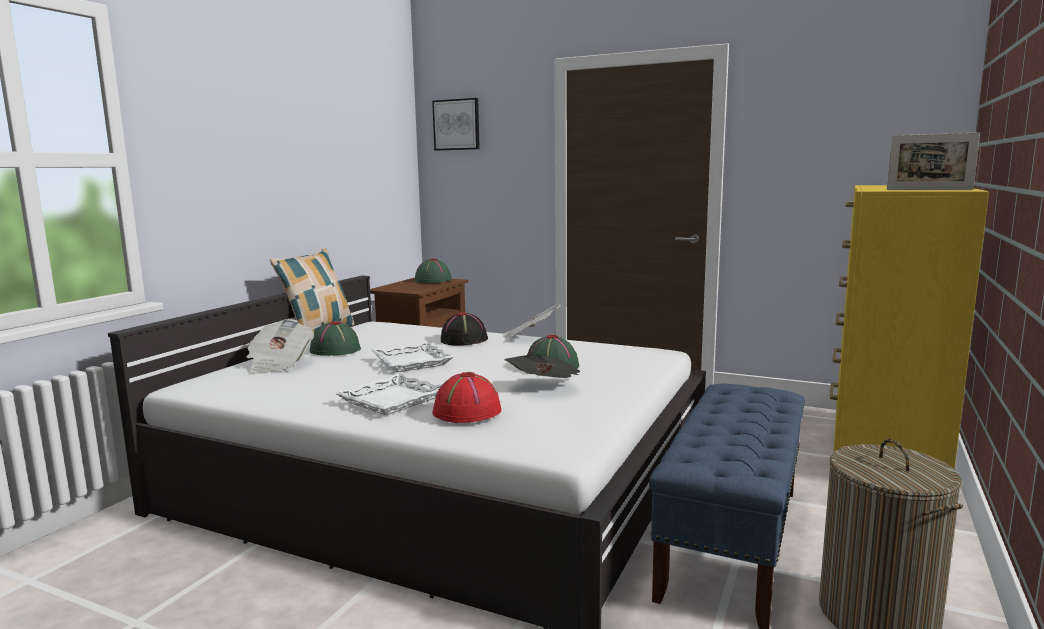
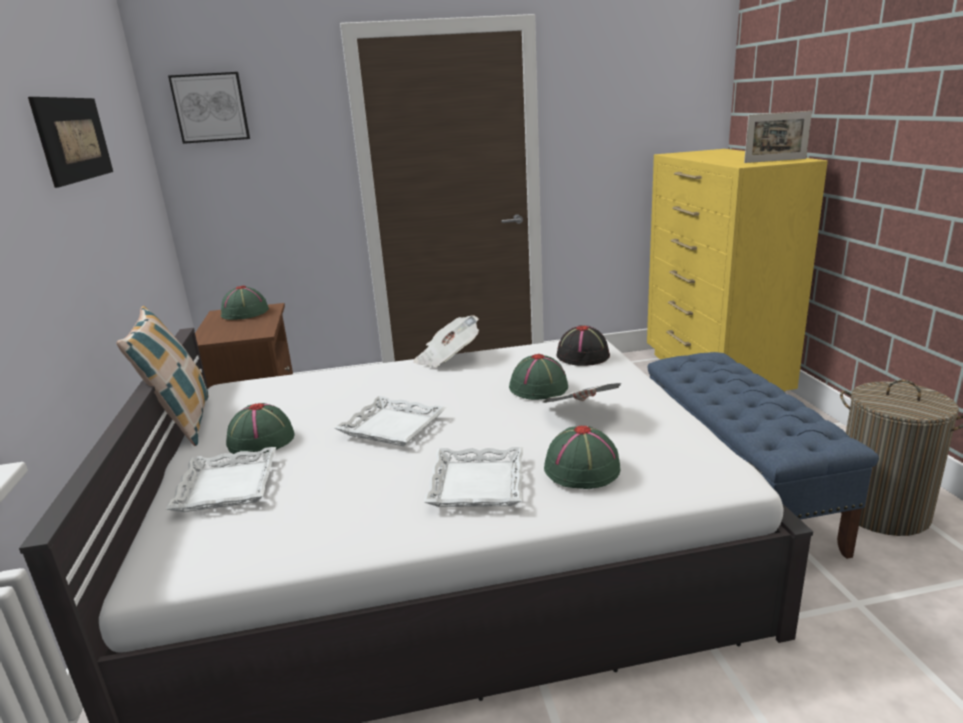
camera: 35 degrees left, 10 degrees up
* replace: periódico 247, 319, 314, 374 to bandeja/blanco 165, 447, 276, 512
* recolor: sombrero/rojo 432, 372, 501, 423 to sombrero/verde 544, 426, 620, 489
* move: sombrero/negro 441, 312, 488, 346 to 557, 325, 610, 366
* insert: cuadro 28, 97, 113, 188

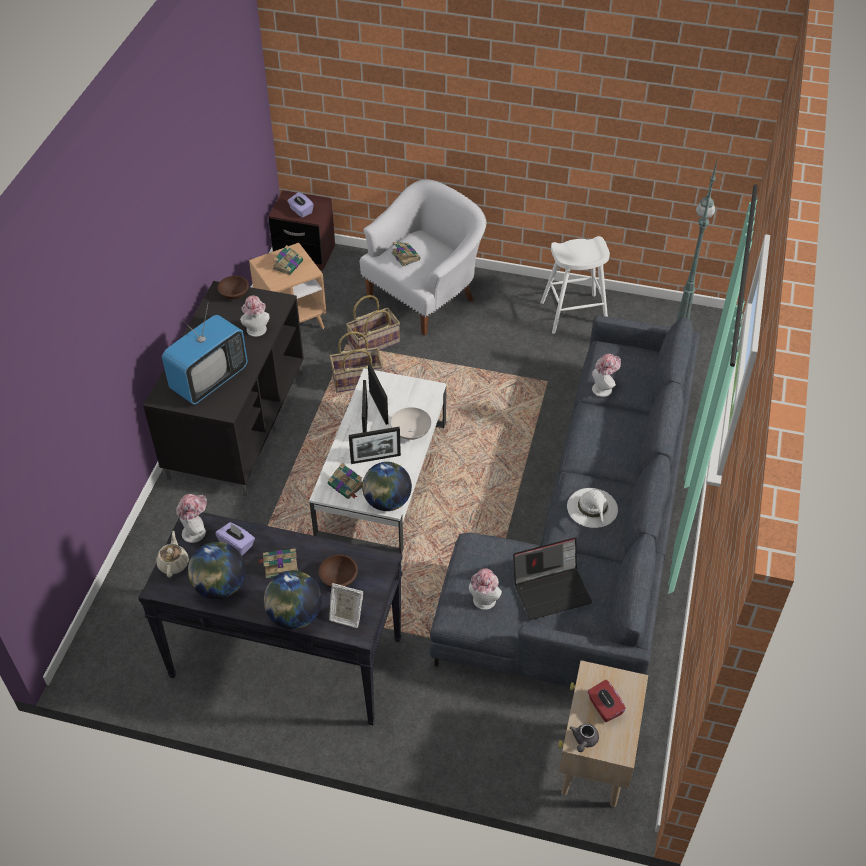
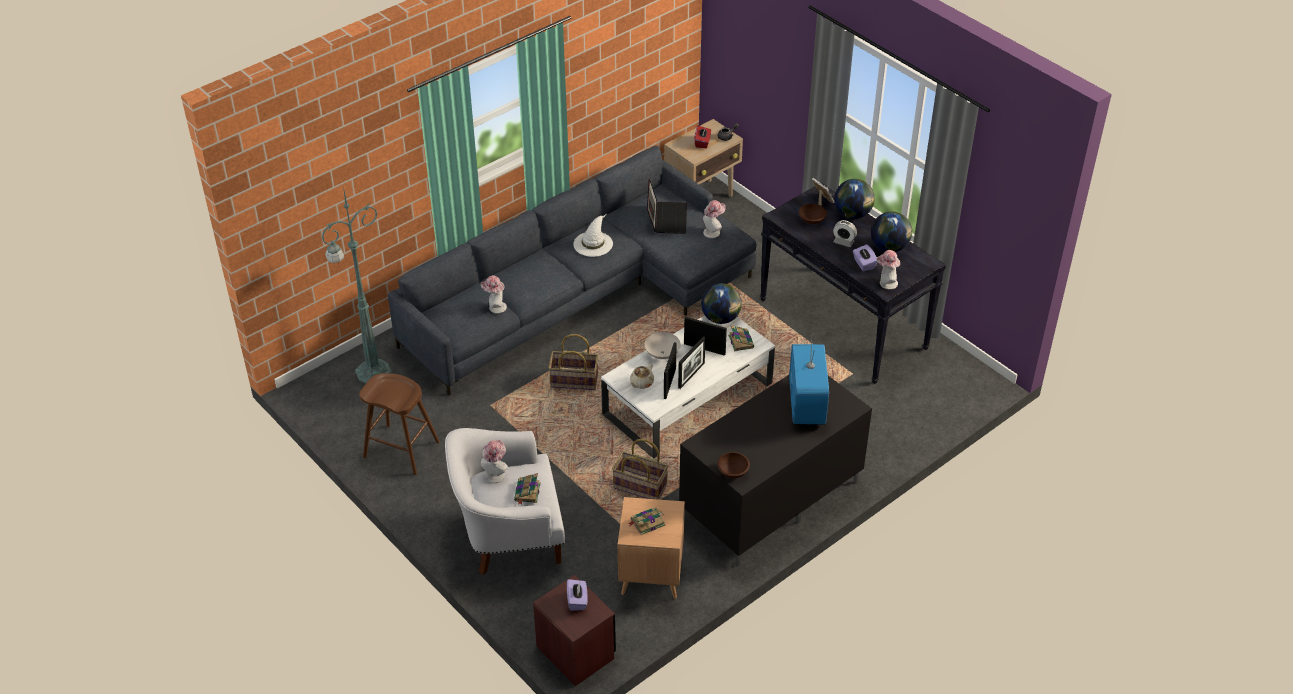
camera: 145 degrees left, 5 degrees down
* move: tetera/beis 156, 531, 189, 578 to 630, 364, 654, 389
* rotate: televisor 162, 302, 248, 405 = 789, 329, 829, 425 105 degrees clockwise
* move: sombrero 240, 295, 270, 337 to 480, 440, 508, 483
* replace: libro 258, 549, 298, 578 to despertador 833, 220, 857, 247
* move: cesta 346, 295, 400, 350 to 548, 334, 599, 390
* rotate: portátil 513, 537, 592, 620 = 647, 179, 687, 234 75 degrees clockwise
* recolor: taburete/blanco 540, 236, 610, 334 to taburete/marrón 359, 373, 440, 475

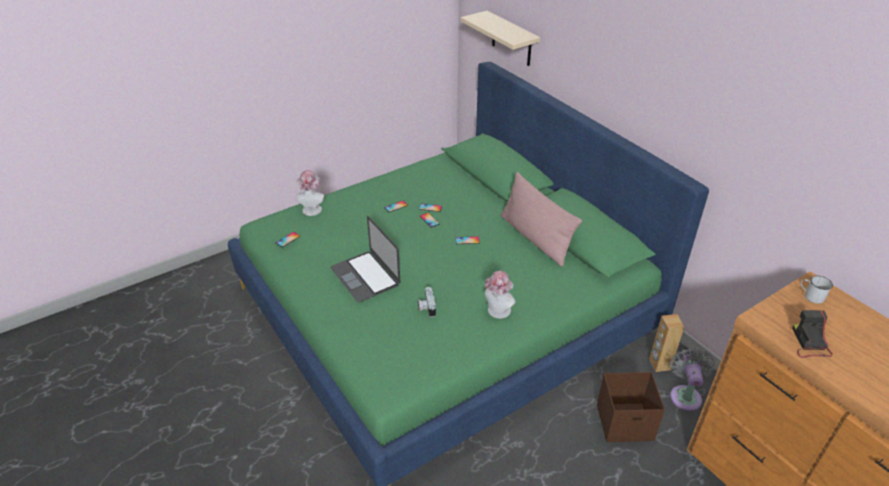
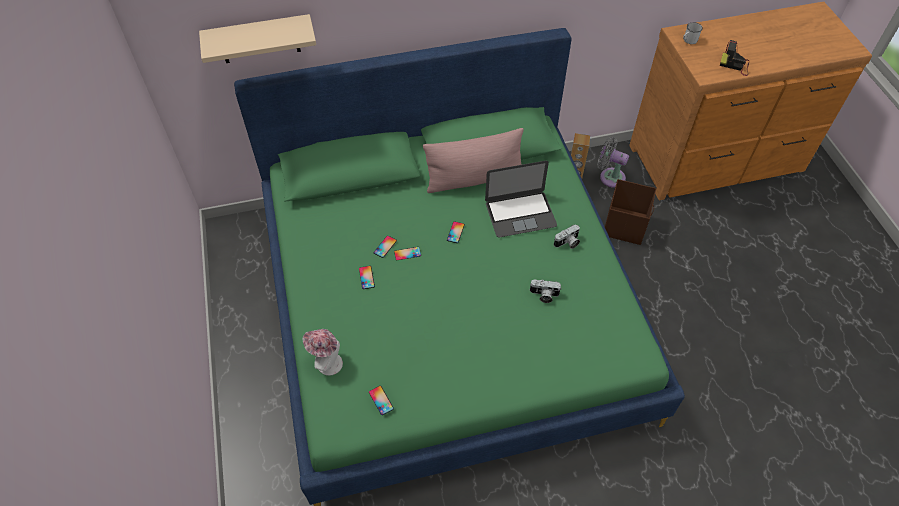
camera: 70 degrees left, 15 degrees up
* move: portátil 330, 216, 400, 302 to 485, 161, 557, 237
* replace: sombrero 485, 271, 516, 319 to cámara 554, 224, 580, 249

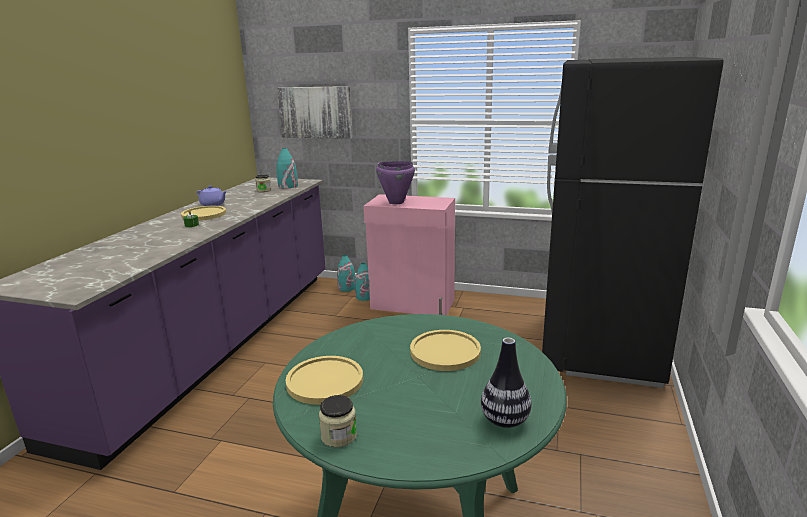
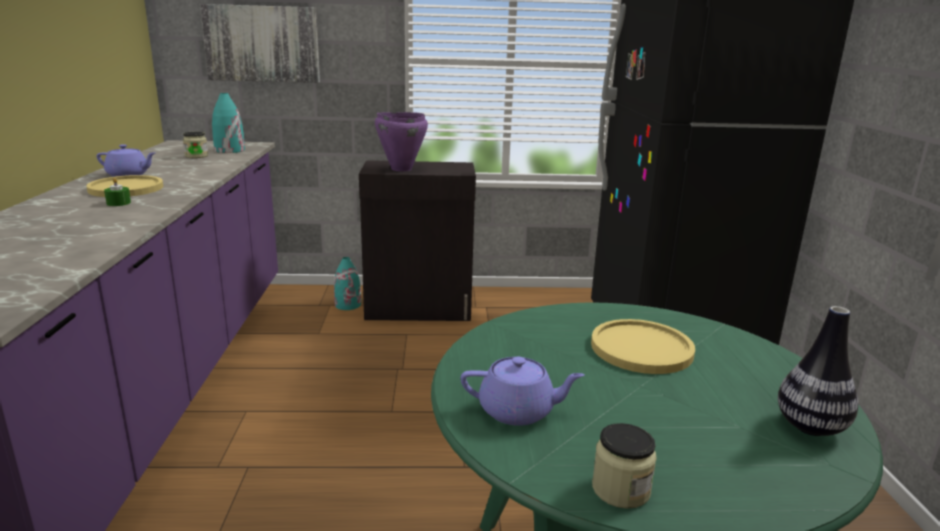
camera: 20 degrees left, 0 degrees up
* replace: plato/amarillo 286, 356, 363, 405 to tetera/morado 461, 357, 585, 426
* delete: florero/turquesa 337, 255, 355, 292
* recolor: armario/rosa 363, 194, 455, 315 to armario/negro 359, 160, 476, 321

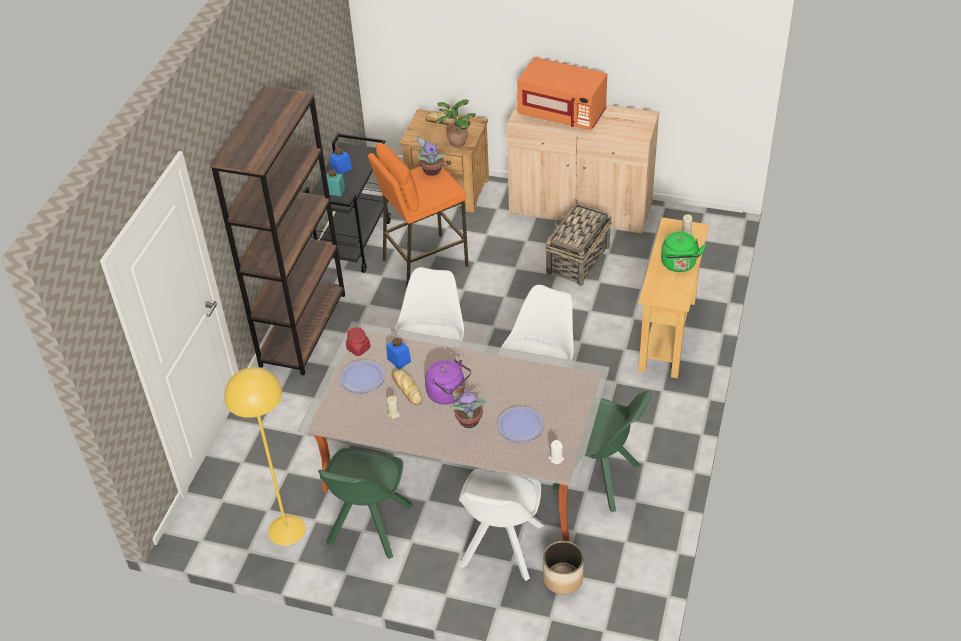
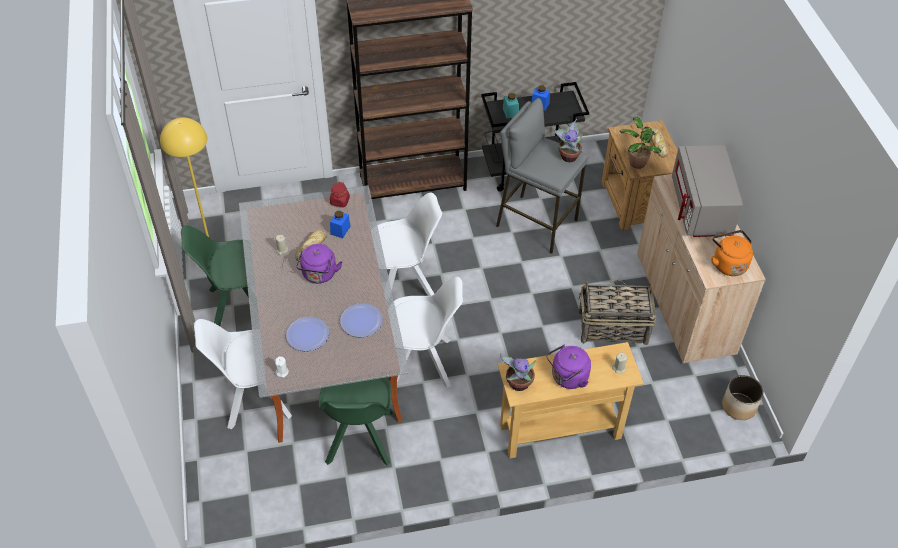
camera: 60 degrees right, 5 degrees up
* move: plato 340, 360, 385, 394 to 340, 303, 383, 337
* recolor: taburete/naranja 368, 143, 469, 289 to taburete/gris 496, 98, 589, 254
* move: planta en maceta 450, 389, 488, 428 to 500, 354, 536, 391
* recolor: microondas/naranja 517, 57, 607, 130 to microondas/gris 672, 145, 743, 237
* move: maceta 543, 541, 584, 594 to 722, 375, 763, 420
* recolor: hervidor/verde 661, 232, 706, 272 to hervidor/morado 546, 345, 591, 389
* insert: hervidor/naranja 711, 230, 753, 276

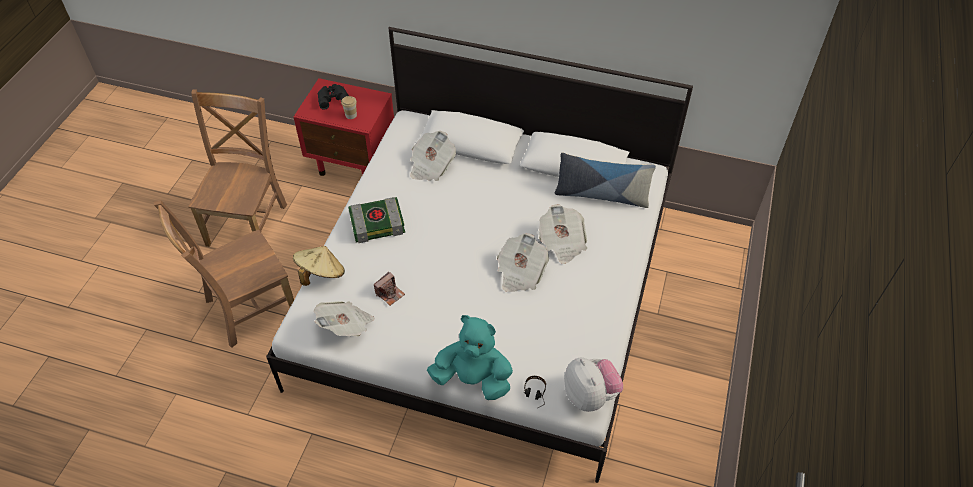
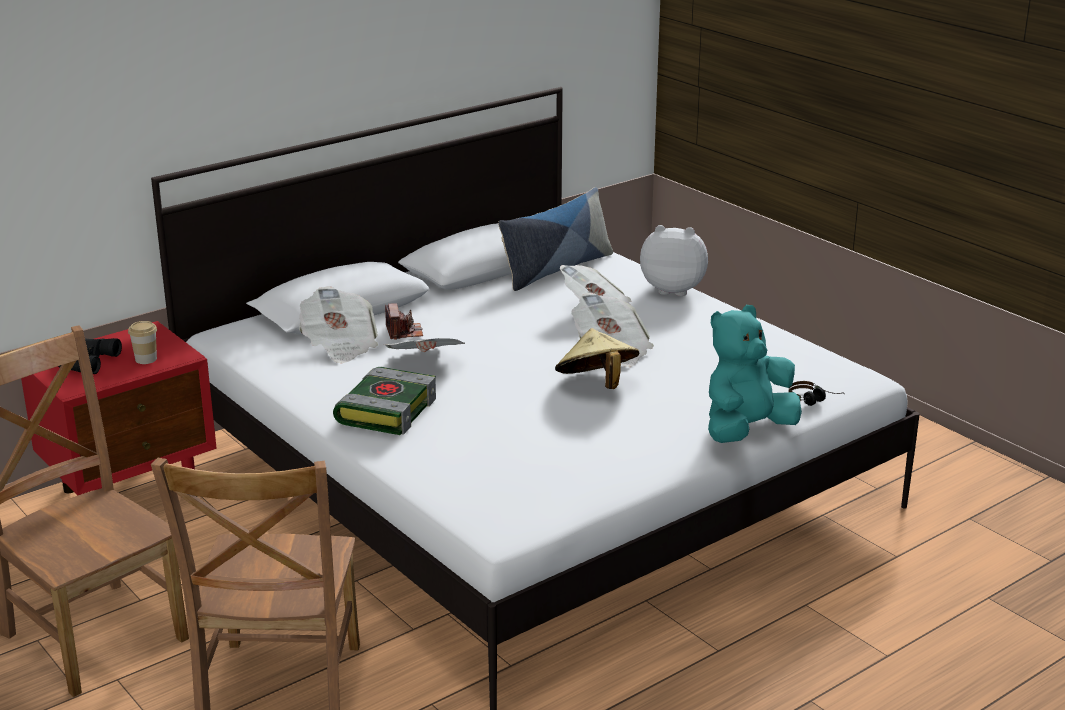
camera: 55 degrees left, 25 degrees down
* move: sombrero/beis 293, 246, 345, 286 to 555, 328, 639, 389
* move: periódico 314, 301, 375, 337 to 383, 338, 465, 352
* move: cámara 374, 272, 405, 306 to 385, 303, 423, 340
* move: peluche 564, 358, 623, 412 to 640, 225, 708, 296

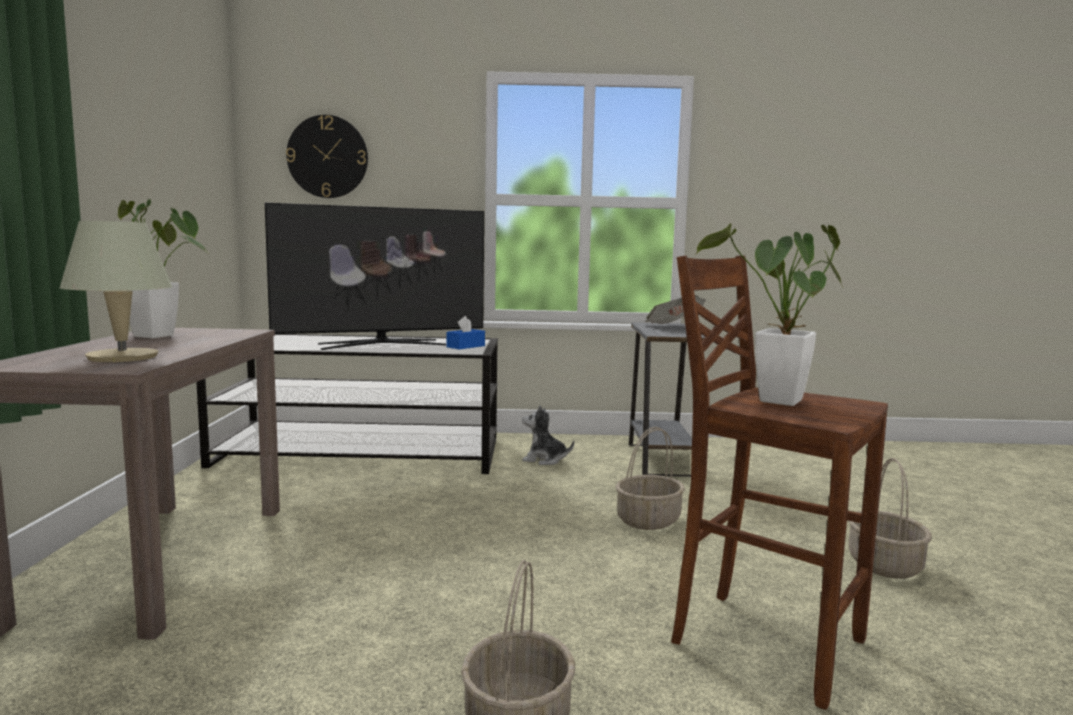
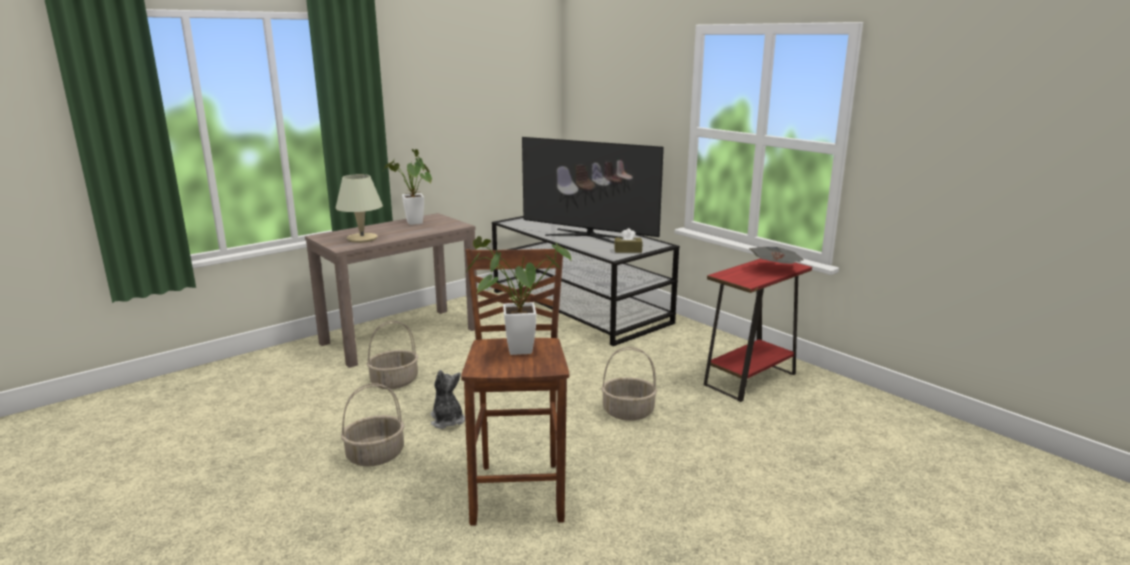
camera: 50 degrees right, 10 degrees up
* delete: reloj de pared 286, 115, 368, 198
* recolor: caja de pañuelos/azul 447, 316, 485, 349 to caja de pañuelos/marrón 614, 228, 643, 253
* move: peluche 522, 405, 574, 465 to 431, 370, 465, 429
* recolor: mesa auxiliar/gris 629, 323, 705, 477 to mesa auxiliar/rojo 704, 259, 812, 402
* move: cesta 849, 458, 932, 579 to 367, 321, 419, 389

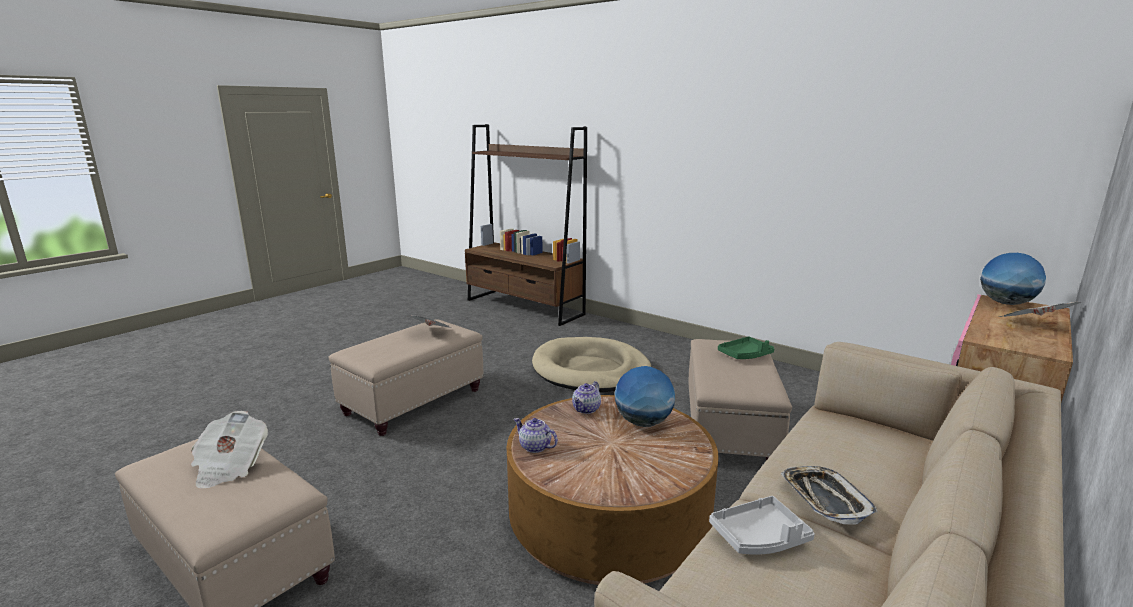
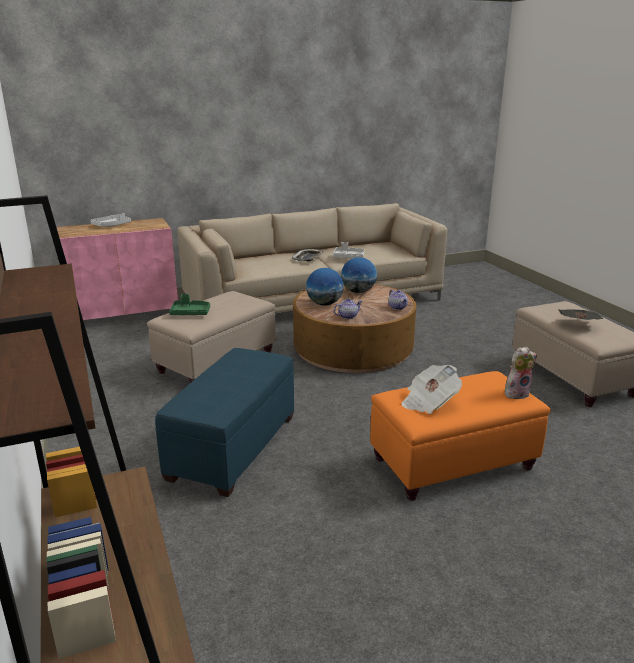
camera: 150 degrees left, 5 degrees up
* recolor: puf/beis 328, 319, 483, 436 to puf/naranja 370, 371, 551, 501
* replace: cama para perro/beis 532, 337, 651, 393 to puf/azul 155, 348, 294, 497
* move: globo terráqueo 980, 253, 1046, 305 to 341, 257, 377, 293
* replace: periódico 998, 301, 1082, 317 to bandeja/gris 91, 213, 131, 227
* insert: peluche 505, 346, 537, 399

